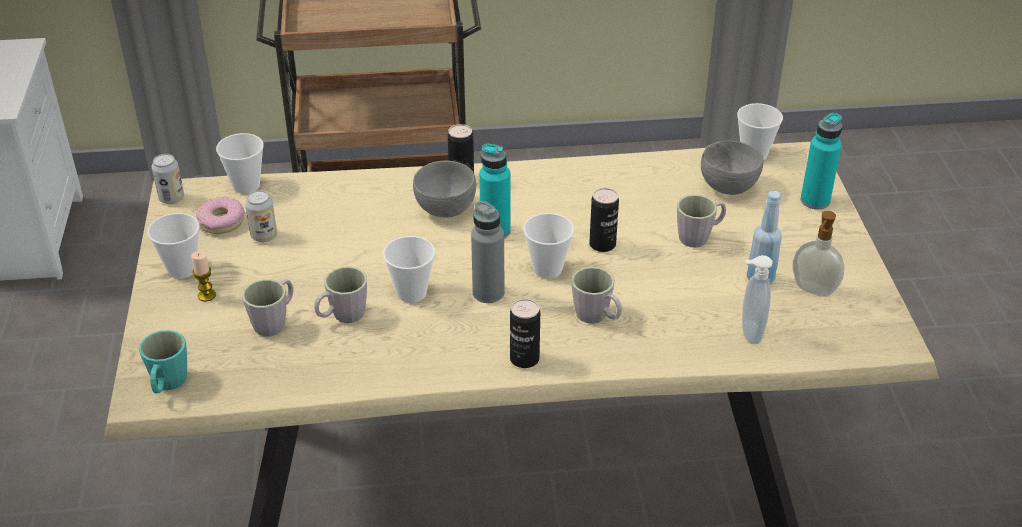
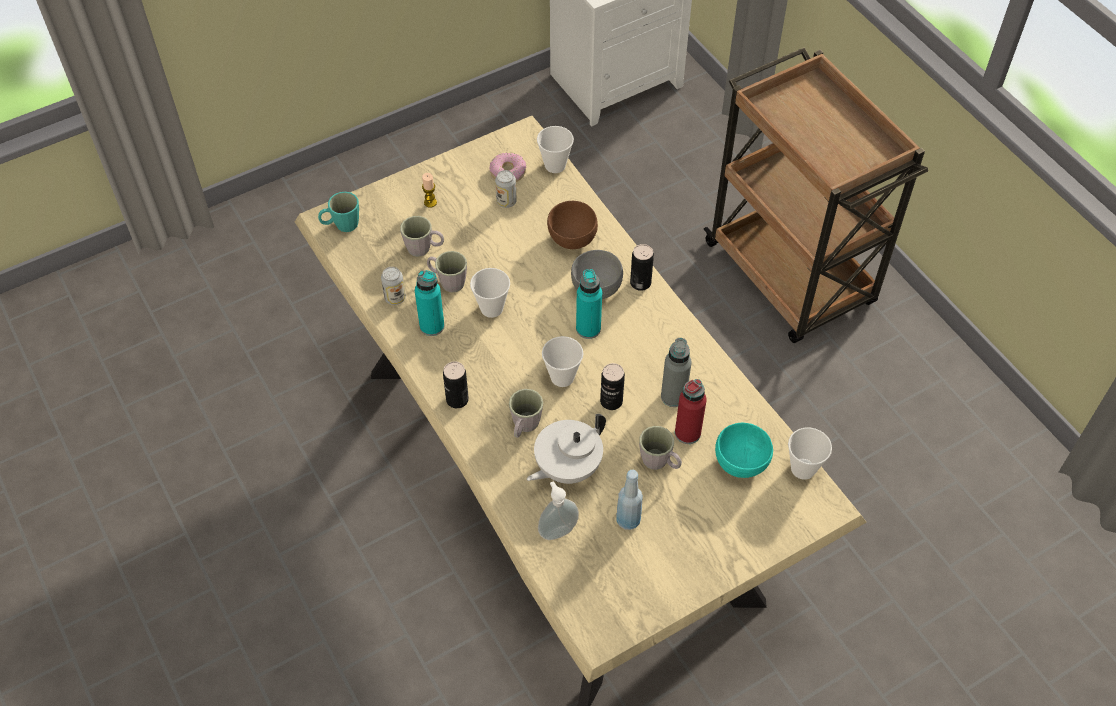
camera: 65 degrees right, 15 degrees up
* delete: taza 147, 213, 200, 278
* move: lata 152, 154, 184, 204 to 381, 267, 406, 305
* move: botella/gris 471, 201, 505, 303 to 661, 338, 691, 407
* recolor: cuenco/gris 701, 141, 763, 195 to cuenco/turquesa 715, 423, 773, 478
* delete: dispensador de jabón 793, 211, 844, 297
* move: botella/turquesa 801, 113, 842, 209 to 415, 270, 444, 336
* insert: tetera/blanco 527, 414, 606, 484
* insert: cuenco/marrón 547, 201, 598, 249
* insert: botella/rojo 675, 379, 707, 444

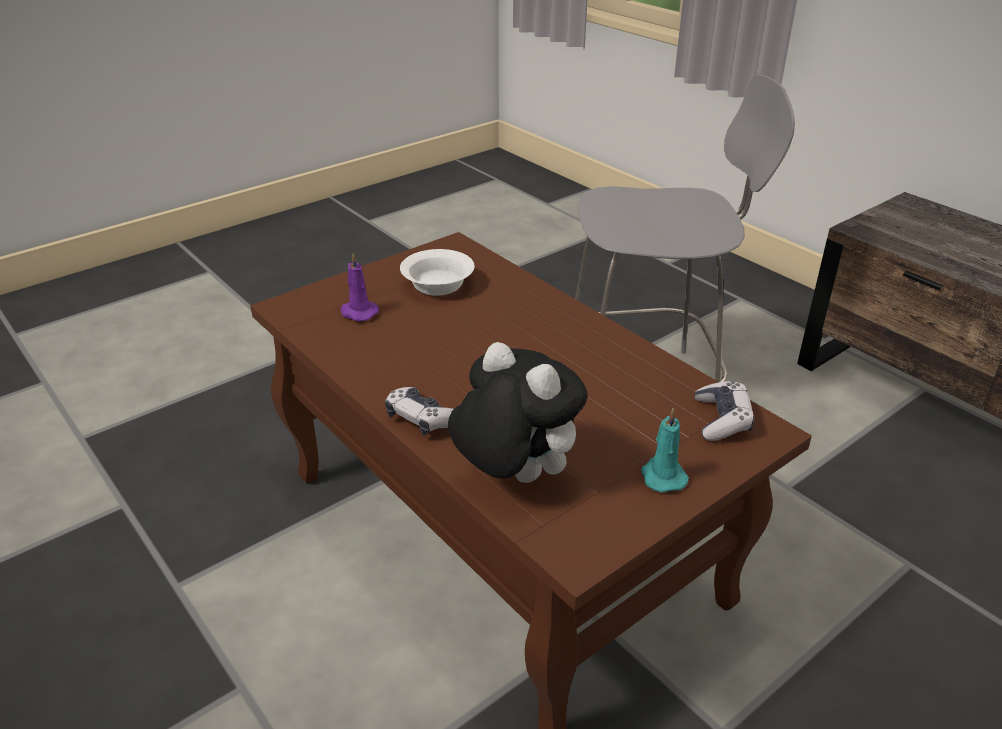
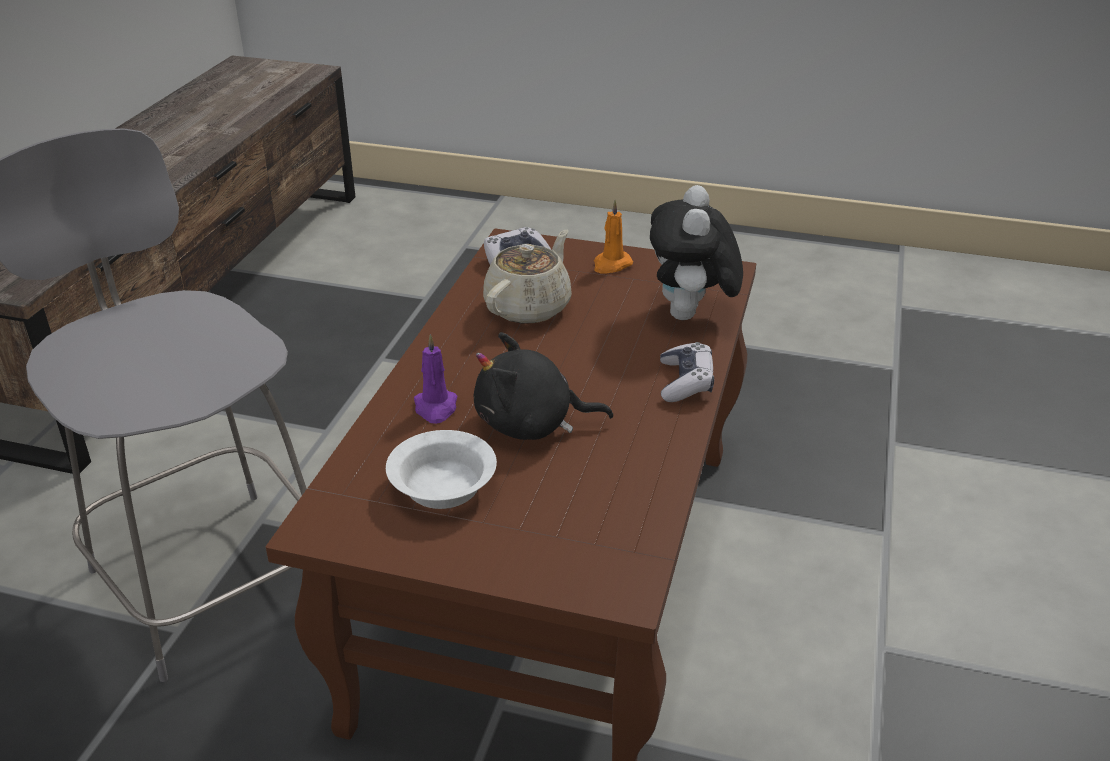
camera: 125 degrees left, 0 degrees up
* move: vela/morado 341, 253, 379, 321 to 414, 334, 457, 424
* recolor: vela/turquesa 641, 408, 689, 492 to vela/naranja 594, 200, 633, 274
* insert: peluche/negro 474, 332, 613, 440
* insert: tetera/beis 483, 230, 572, 324

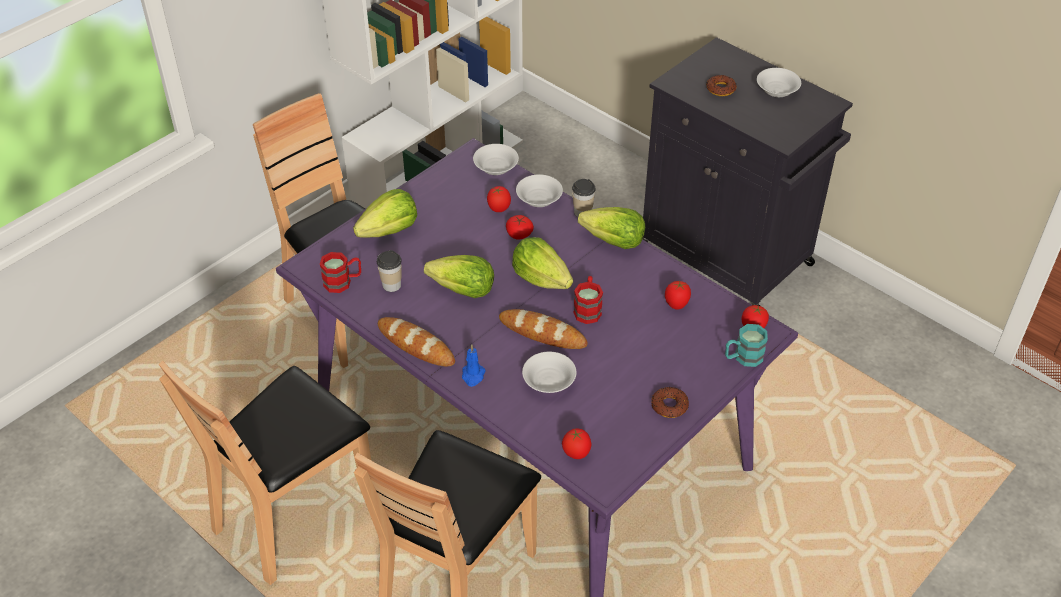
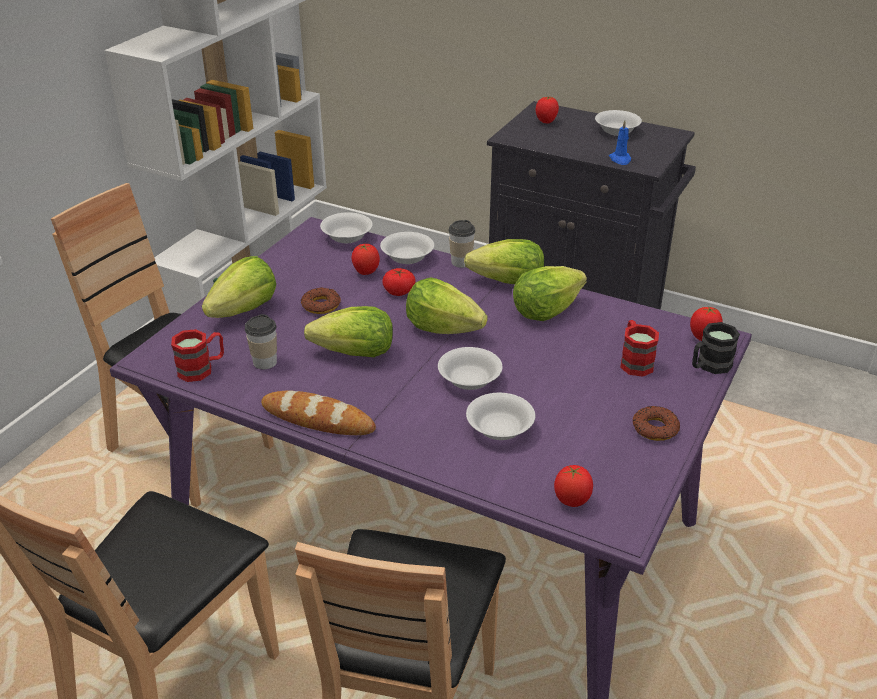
camera: 15 degrees left, 10 degrees down
* move: vela/azul 462, 344, 486, 387 to 609, 120, 631, 165
* replace: pan 499, 309, 588, 349 to cuenco/blanco 438, 347, 503, 390
* move: taza grande/rojo 573, 276, 603, 324 to 620, 320, 659, 377
* move: tomate 665, 281, 691, 310 to 536, 96, 559, 123
* move: rosquilla 706, 75, 737, 96 to 301, 287, 341, 314
* recolor: taza grande/turquesa 725, 324, 768, 367 to taza grande/negro 692, 322, 740, 374
* insert: lechuga 513, 266, 587, 321

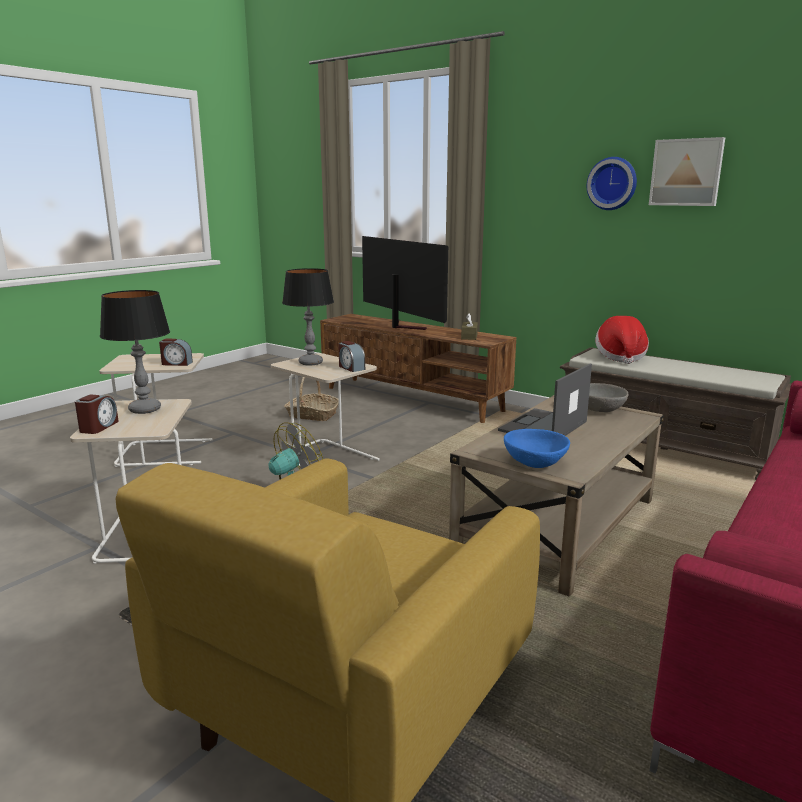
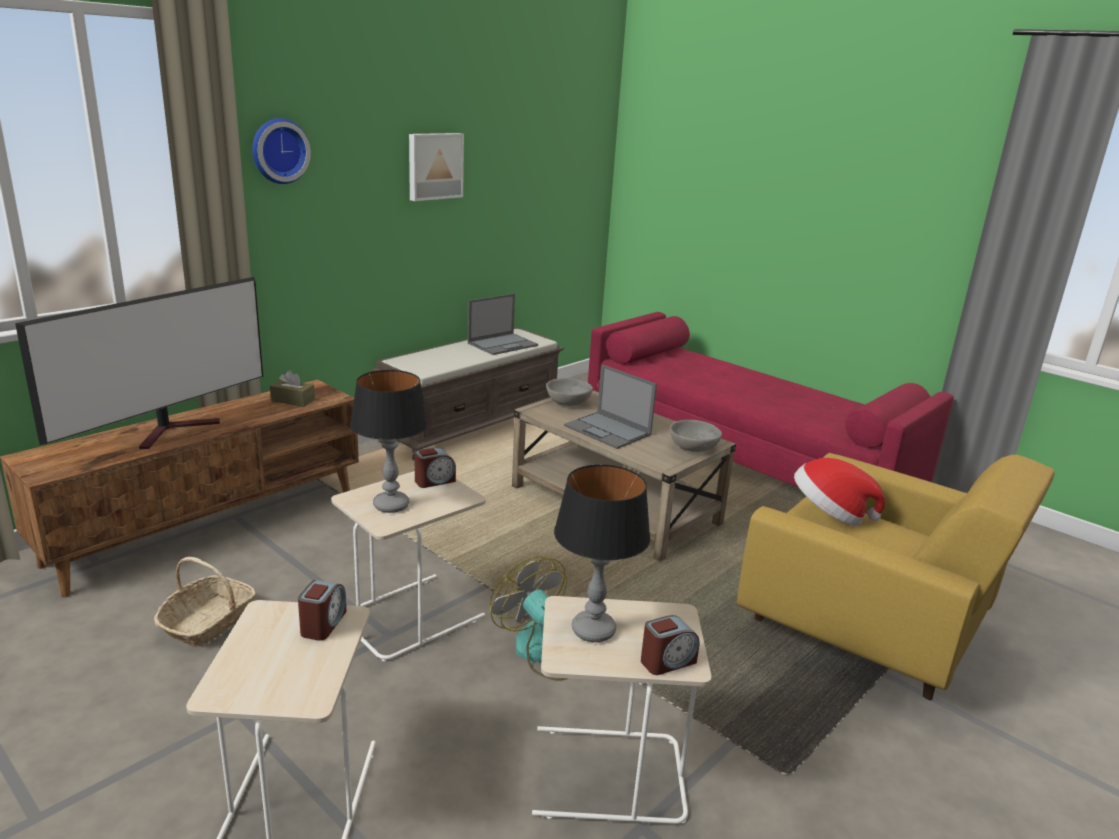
camera: 85 degrees left, 5 degrees up
* rotate: despertador 75, 394, 119, 434 = 641, 615, 699, 675 135 degrees clockwise
* rotate: televisor 362, 236, 448, 330 = 15, 277, 263, 449 150 degrees clockwise
* recolor: cuenco/azul 504, 429, 570, 468 to cuenco/gris 670, 420, 722, 452
* move: reloj de pared 587, 157, 637, 210 to 252, 118, 311, 184
* move: sombrero 595, 316, 649, 364 to 794, 458, 885, 526
* insert: portátil 468, 294, 538, 355

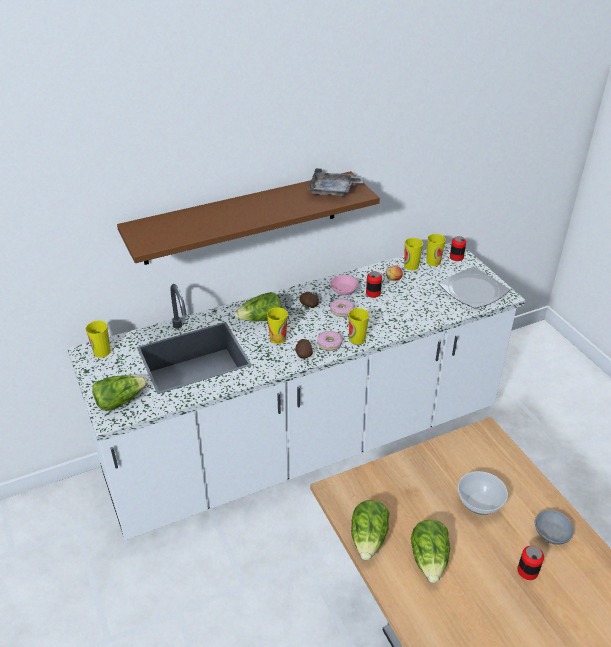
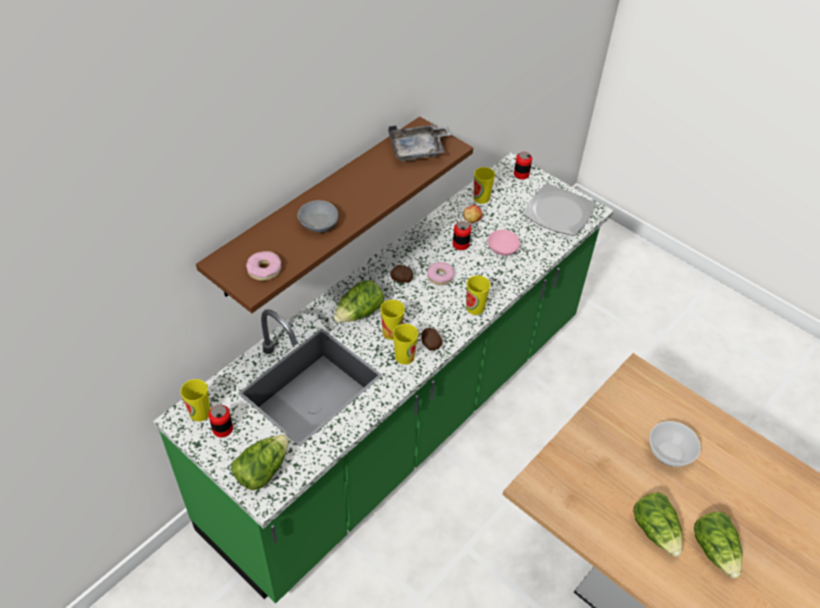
camera: 25 degrees left, 10 degrees up
* recolor: mueble bajo de cocina/blanco 67, 243, 525, 540 to mueble bajo de cocina/verde 153, 153, 613, 603
* move: rosquilla 317, 331, 343, 351 to 246, 251, 281, 281
* move: cuenco/rosa 330, 275, 358, 295 to 487, 230, 520, 256
* move: lechuga 351, 500, 390, 560 to 694, 512, 742, 578
* move: taza 426, 234, 446, 266 to 393, 324, 418, 365
* move: lata 517, 546, 544, 580 to 208, 405, 233, 437
* move: cuenco/gris 535, 510, 574, 545 to 297, 200, 338, 232

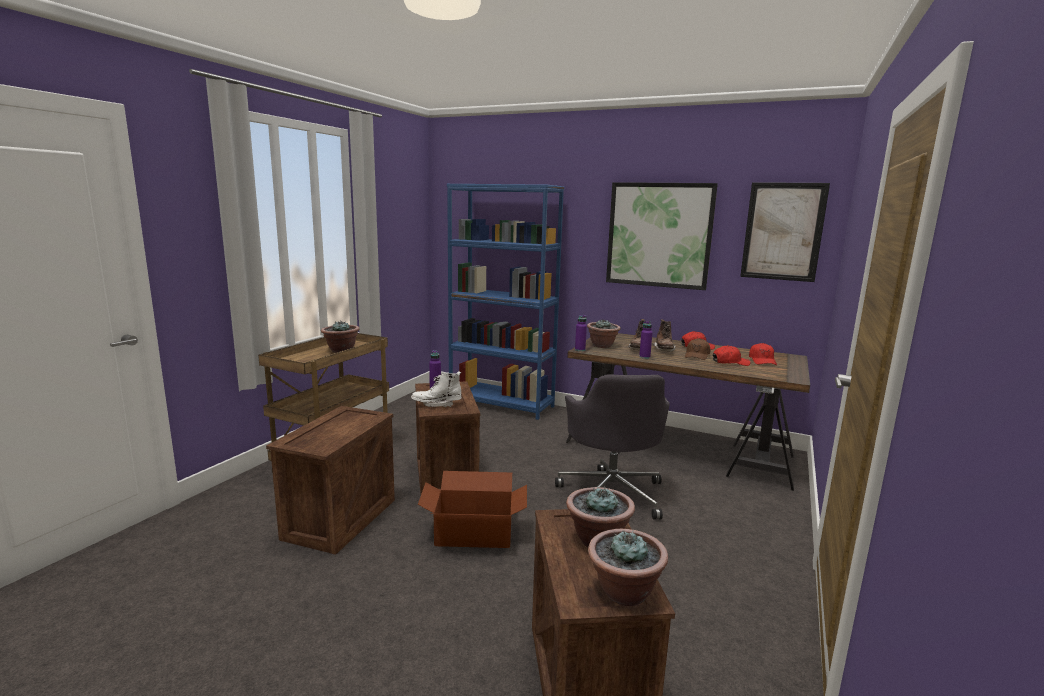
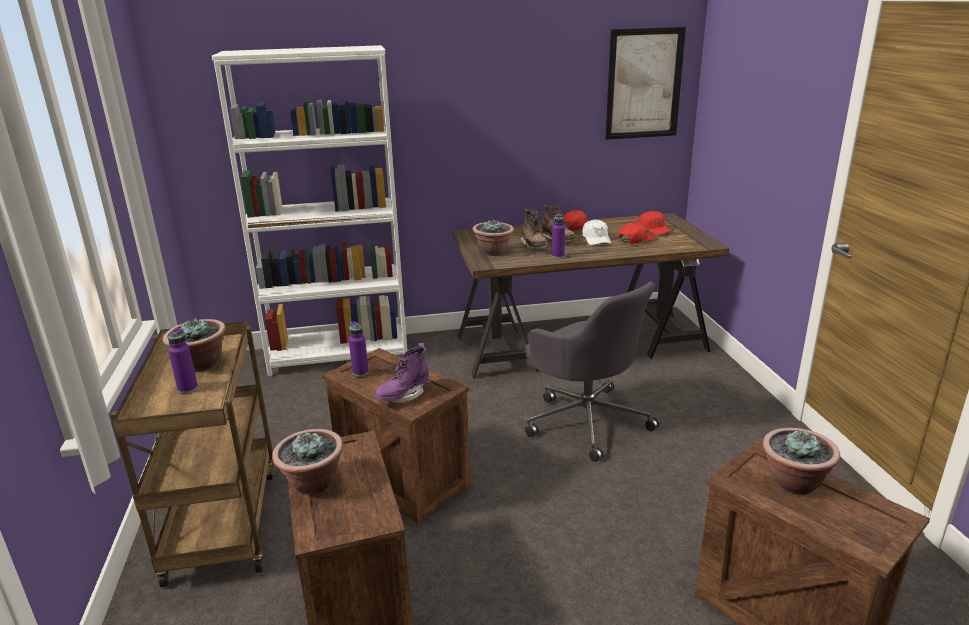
camera: 35 degrees left, 10 degrees up
* recolor: bota/blanco 411, 371, 461, 407 to bota/morado 374, 343, 429, 403
* delete: caja de cartón 418, 471, 527, 548
* recolor: estantería/azul 447, 184, 564, 420 to estantería/blanco 212, 45, 407, 376
* move: botella/morado 575, 315, 587, 351 to 168, 328, 198, 394
* move: planta en maceta 588, 529, 668, 606 to 272, 429, 343, 495
* delete: cuadro 606, 182, 718, 290
* recolor: gorra/marrón 685, 338, 710, 360 to gorra/blanco 582, 219, 611, 245

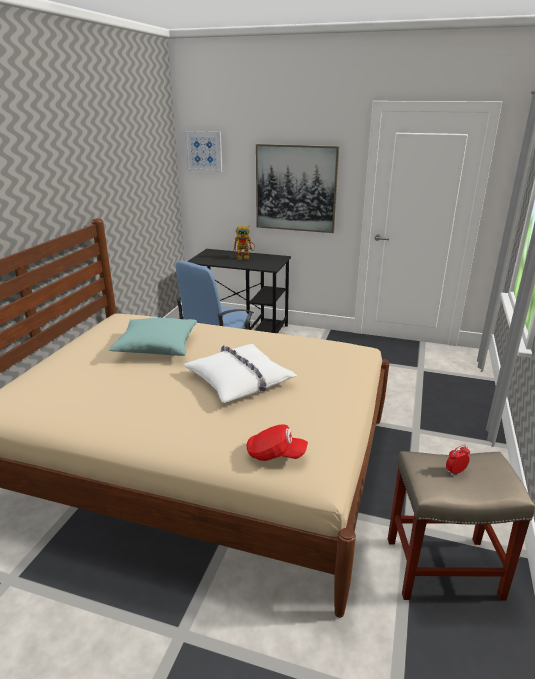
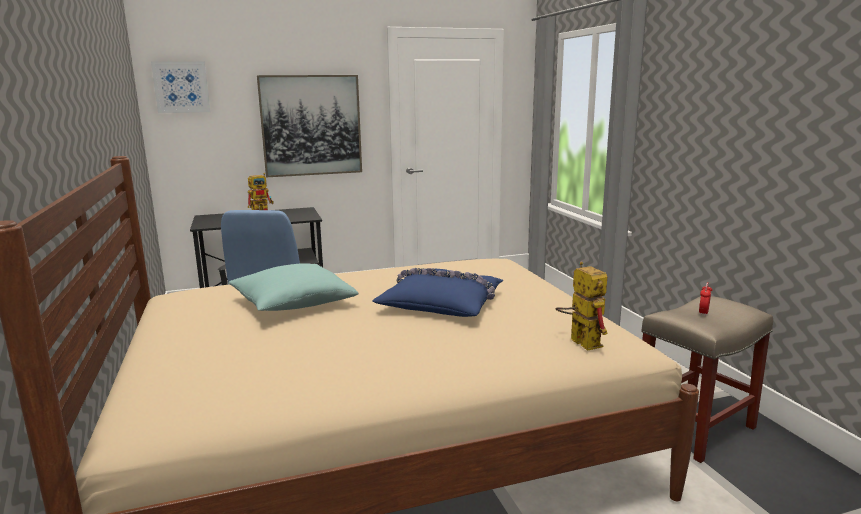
camera: 35 degrees left, 10 degrees down
* recolor: cojín/blanco 184, 344, 297, 403 to cojín/azul 372, 268, 503, 317
* replace: gorra/rojo 246, 424, 308, 461 to robot de juguete 556, 262, 608, 351

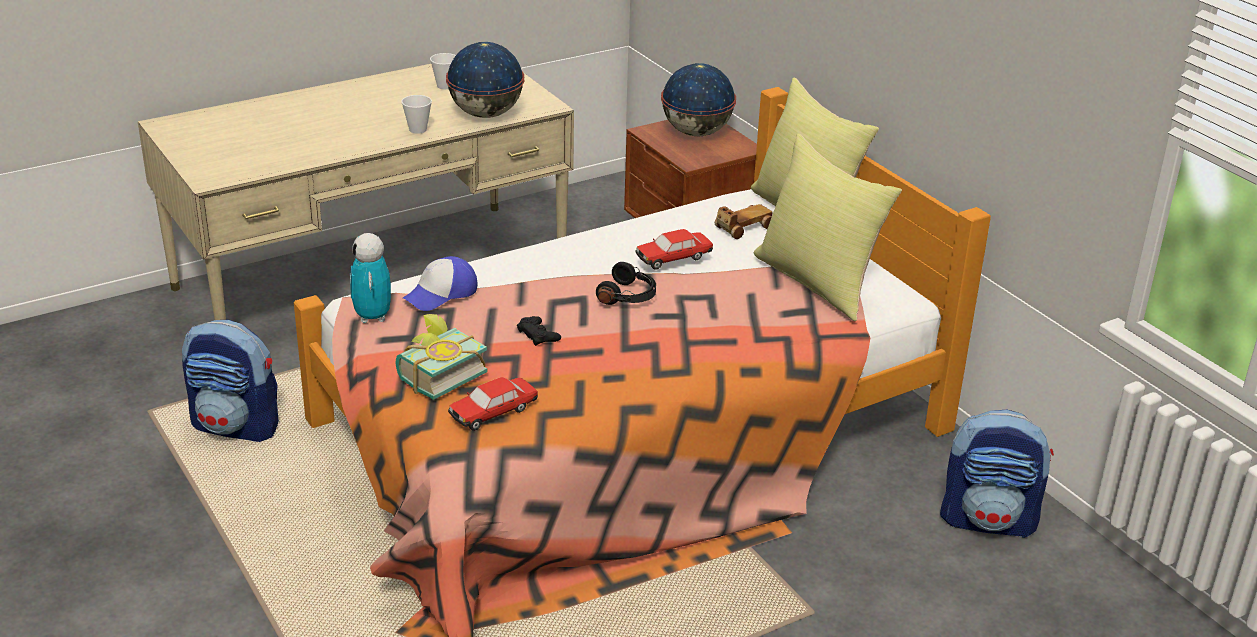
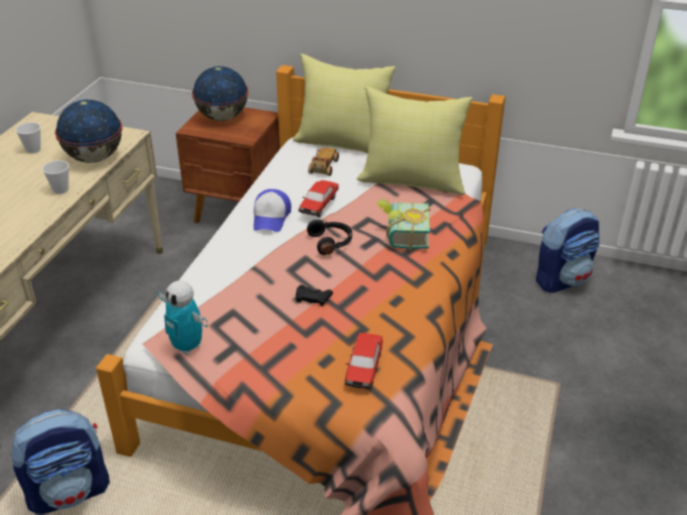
camera: 40 degrees left, 5 degrees up
* move: libro 395, 314, 488, 400 to 376, 199, 430, 251
* move: gorra 403, 256, 478, 311 to 253, 189, 291, 232

